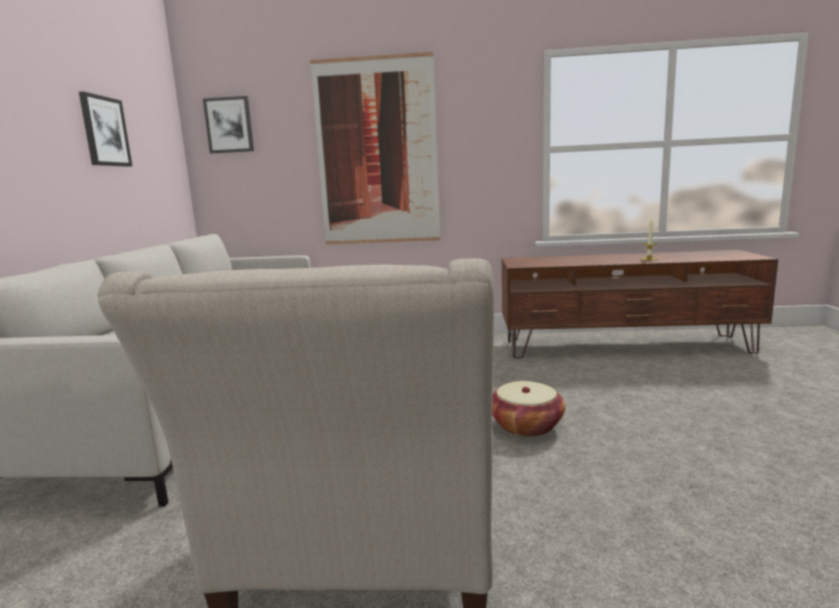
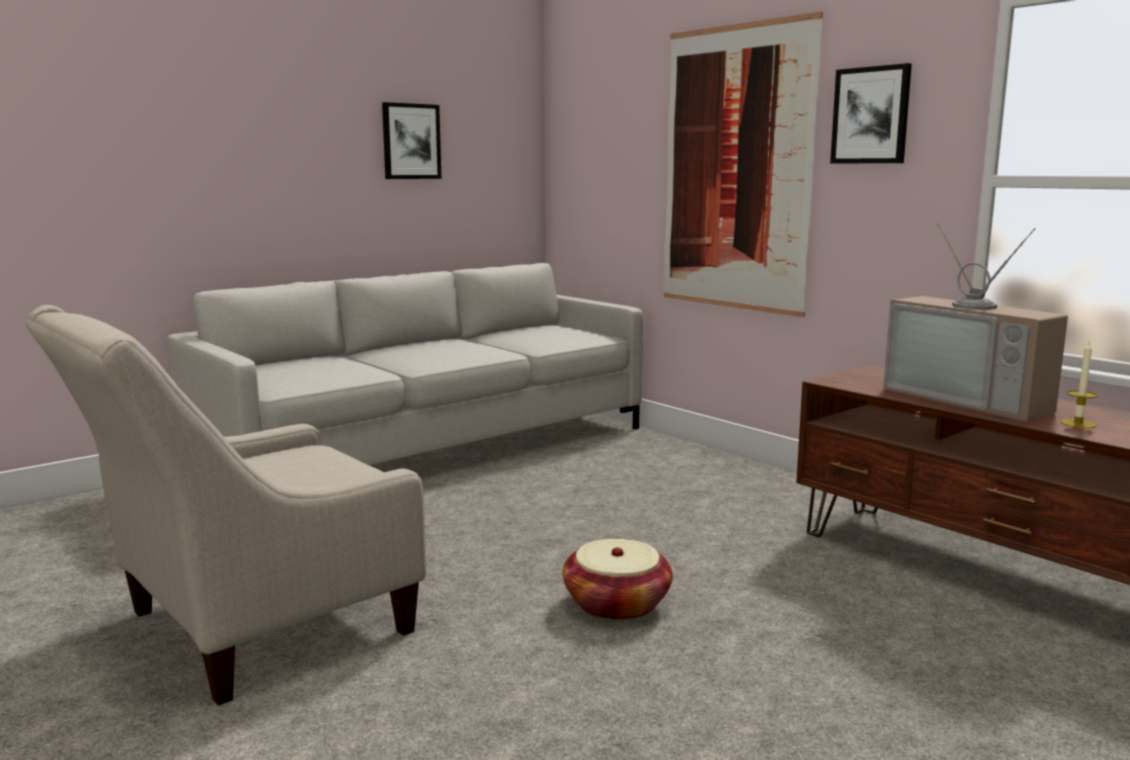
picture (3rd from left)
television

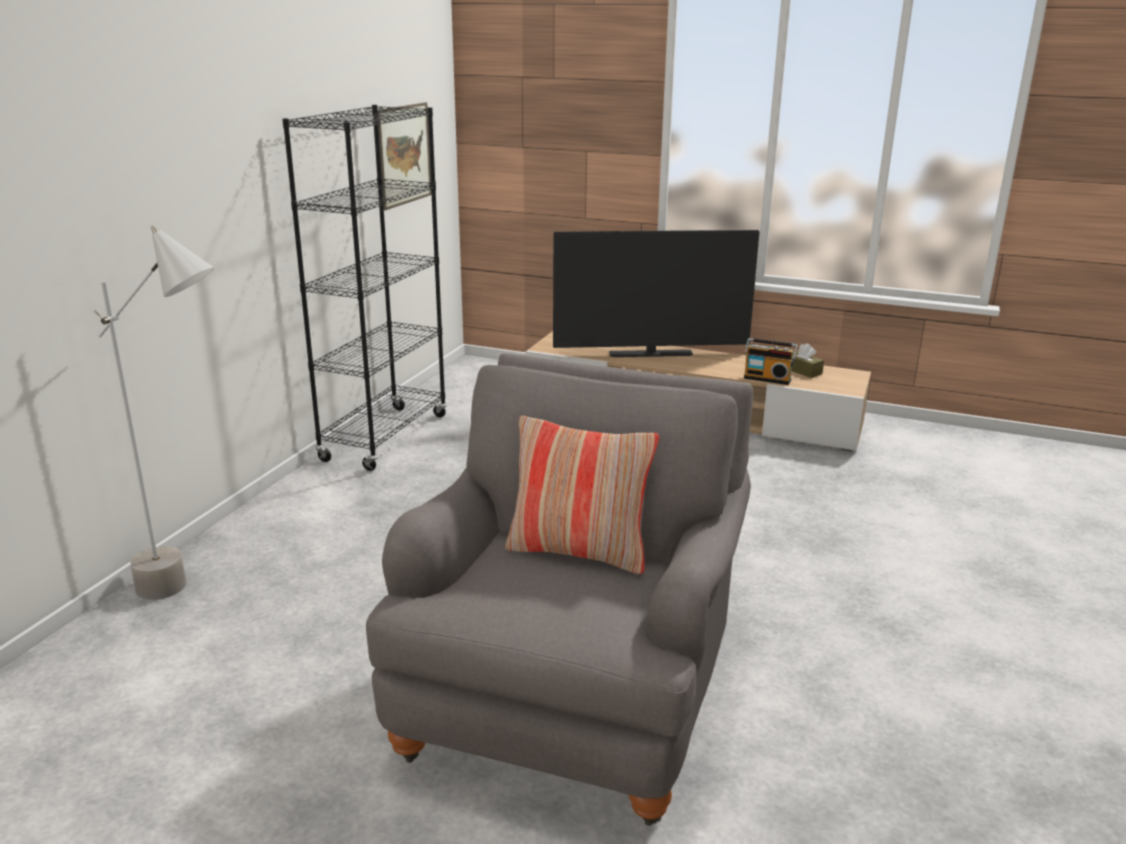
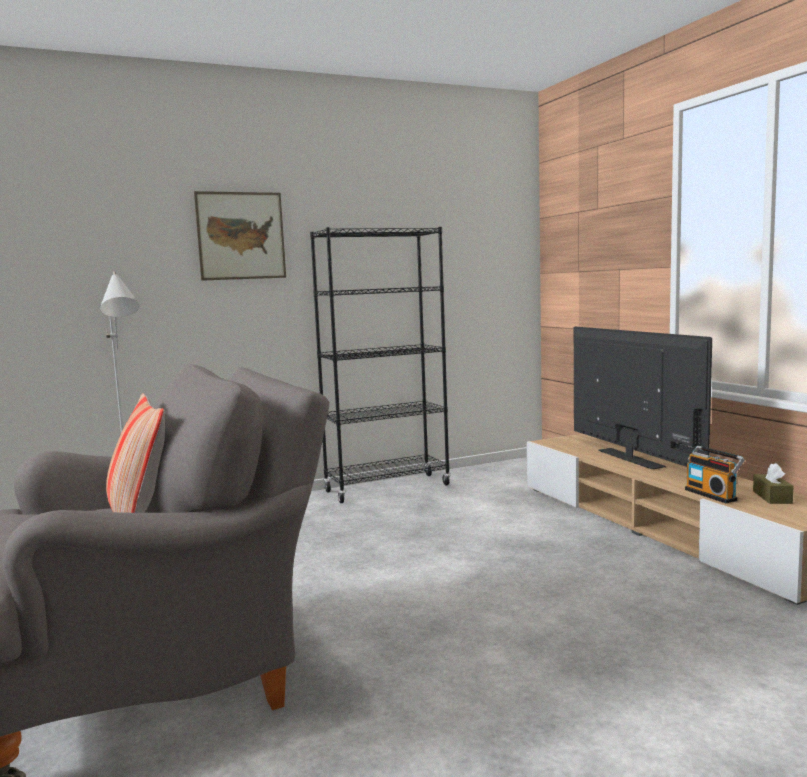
picture
television

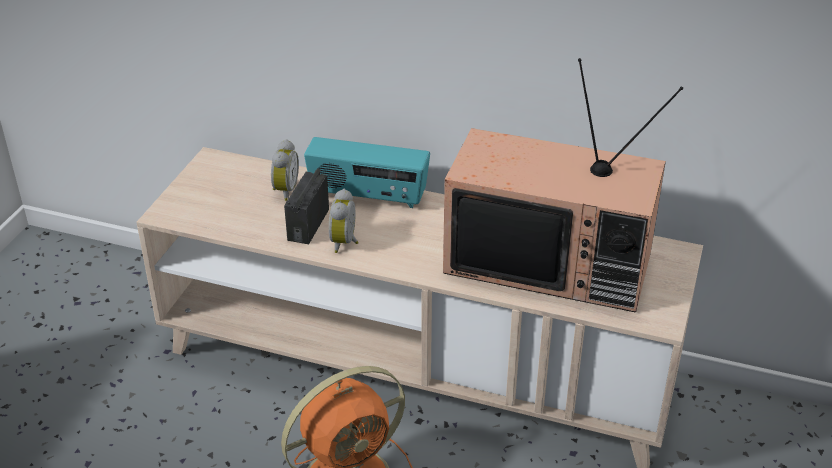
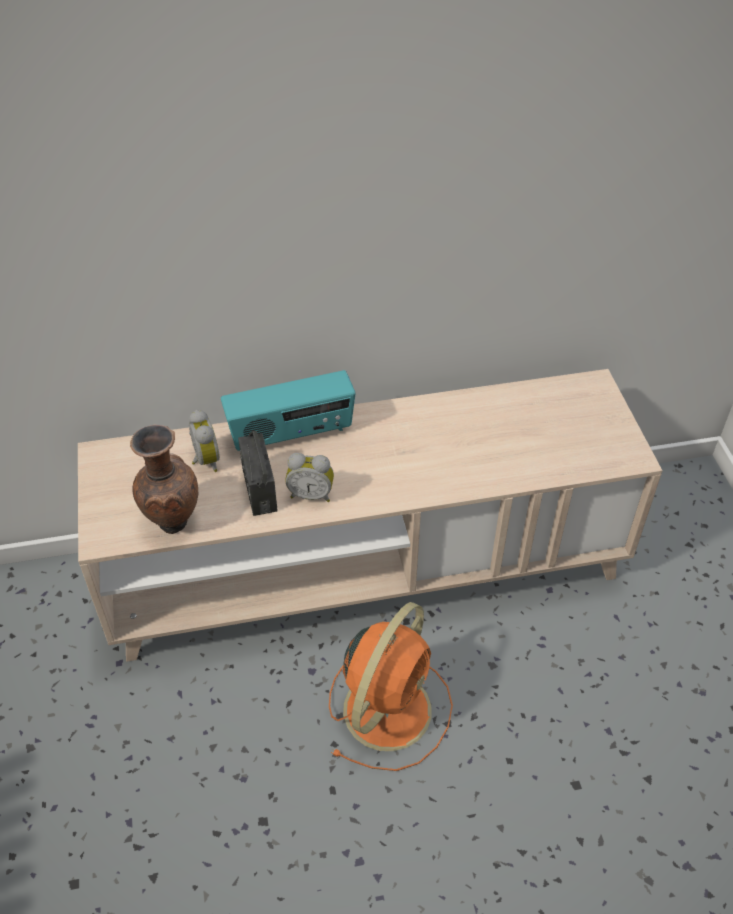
television
table clock (2nd from left)
brown-coloured vase

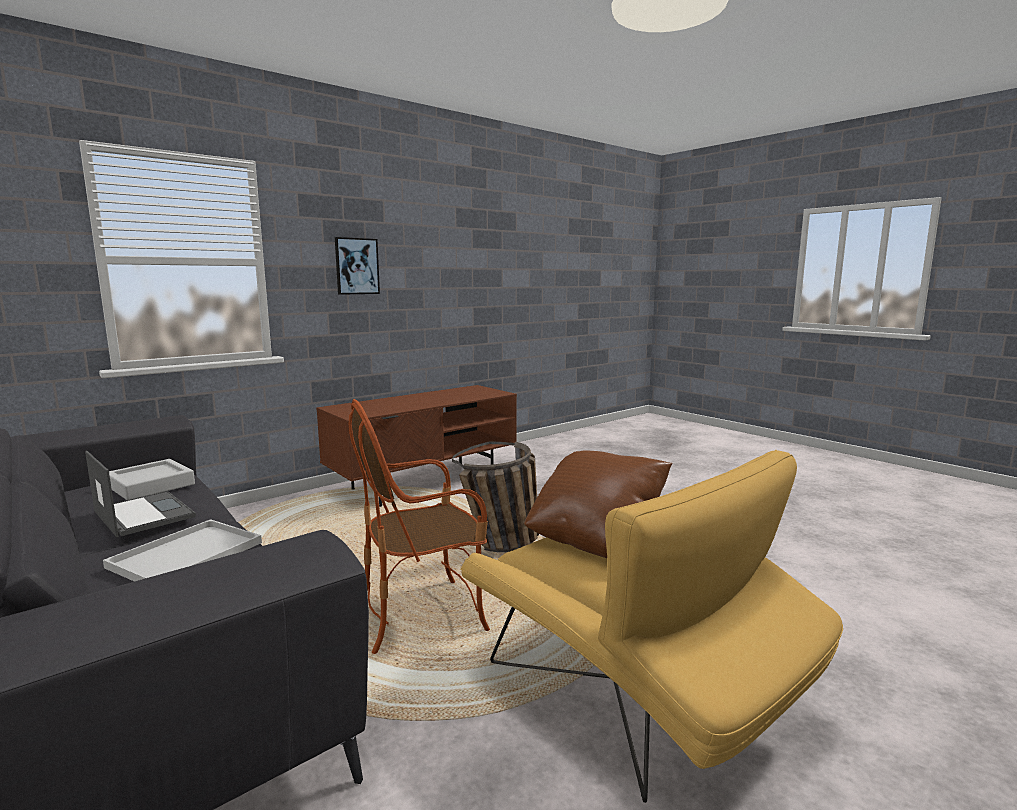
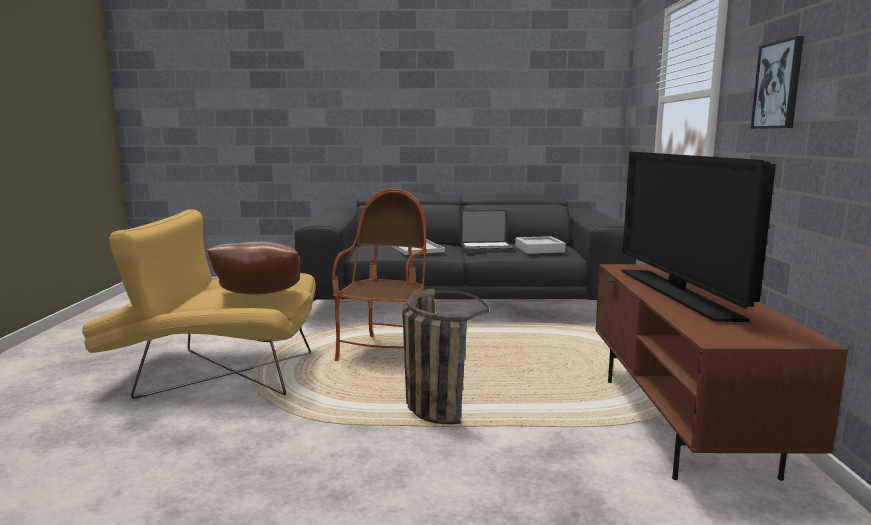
television

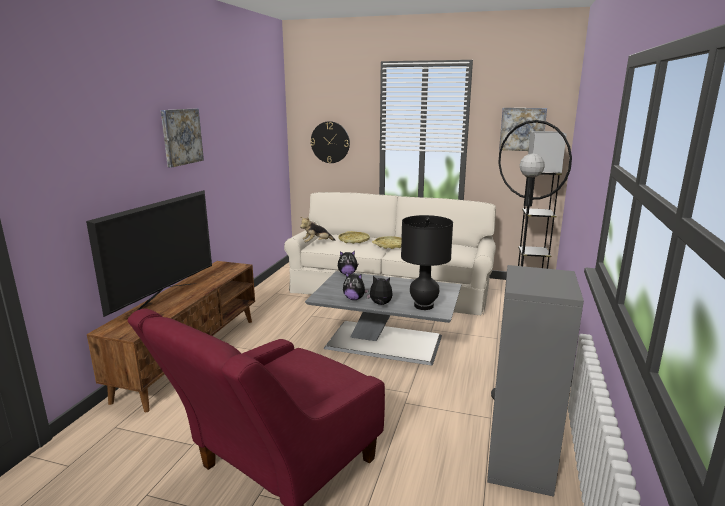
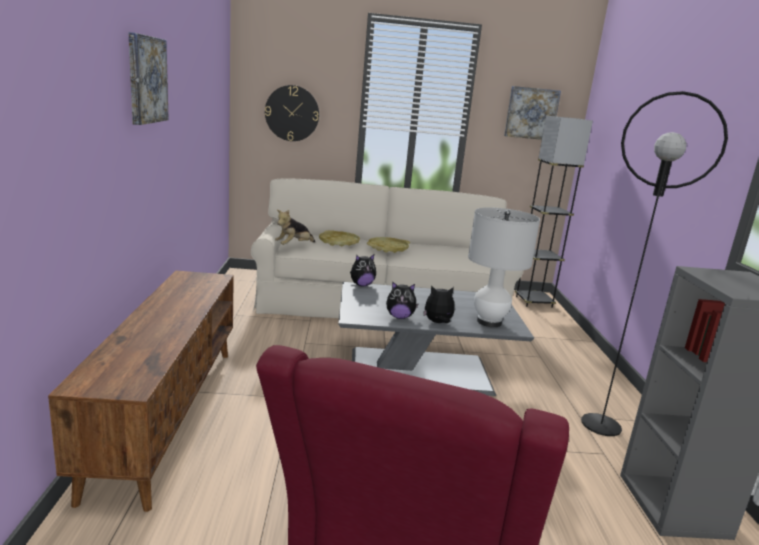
television
white lamp for a table

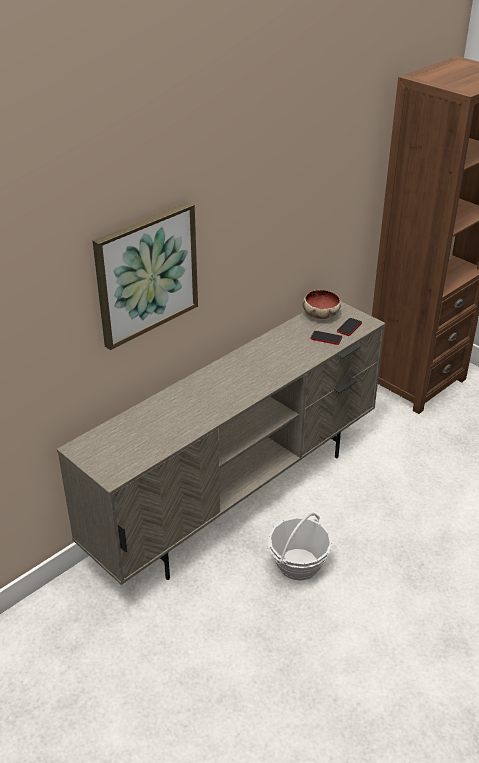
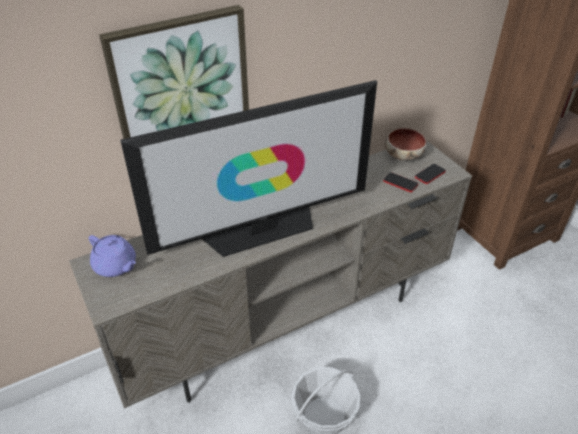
television
purplish teapot

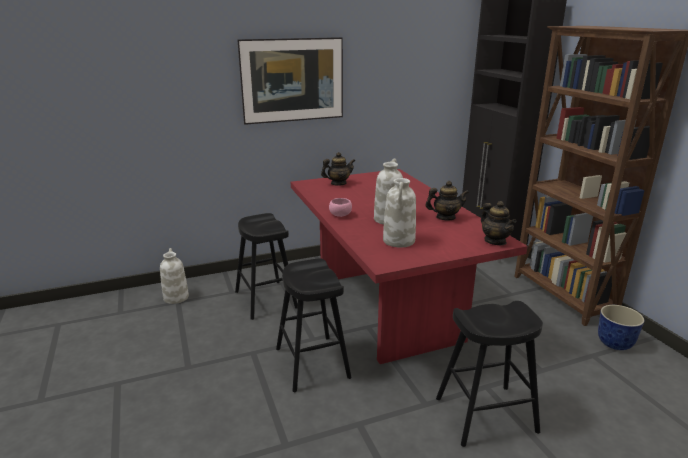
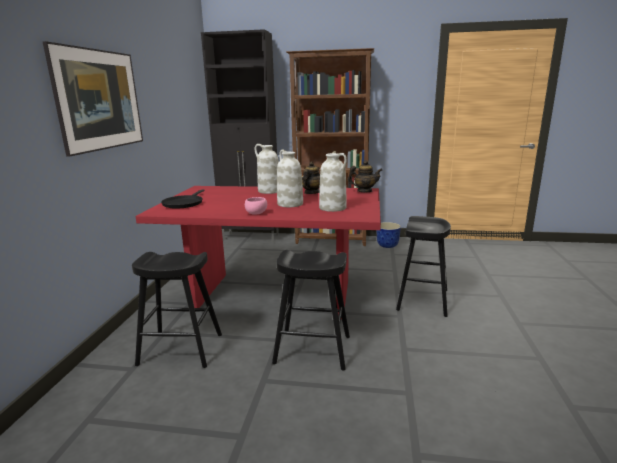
black frying pan
white vase (1st from left)

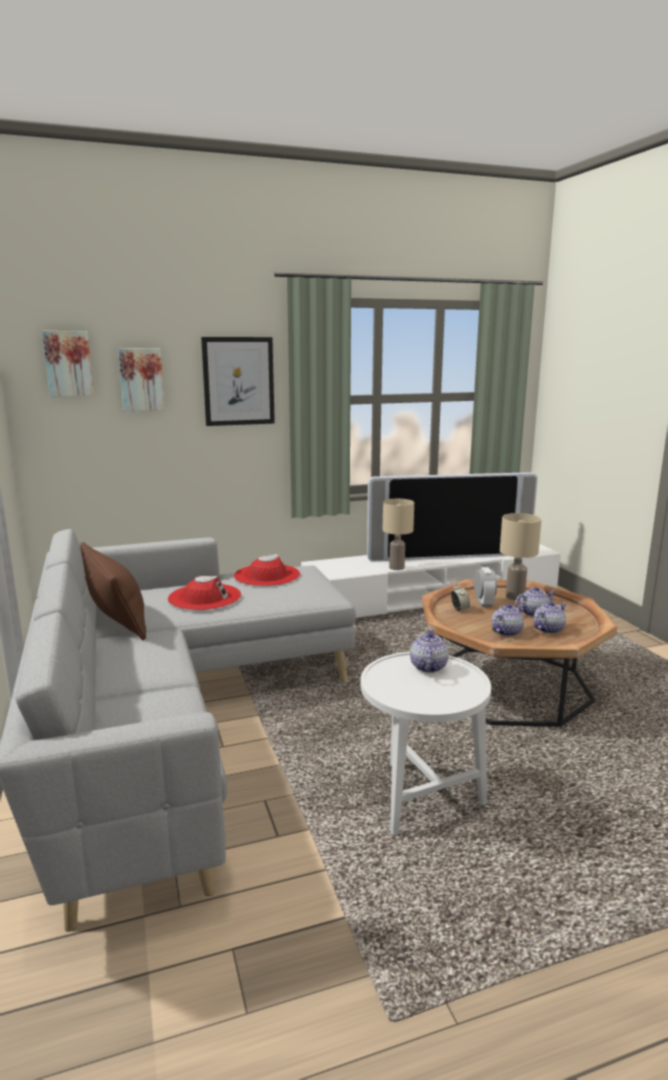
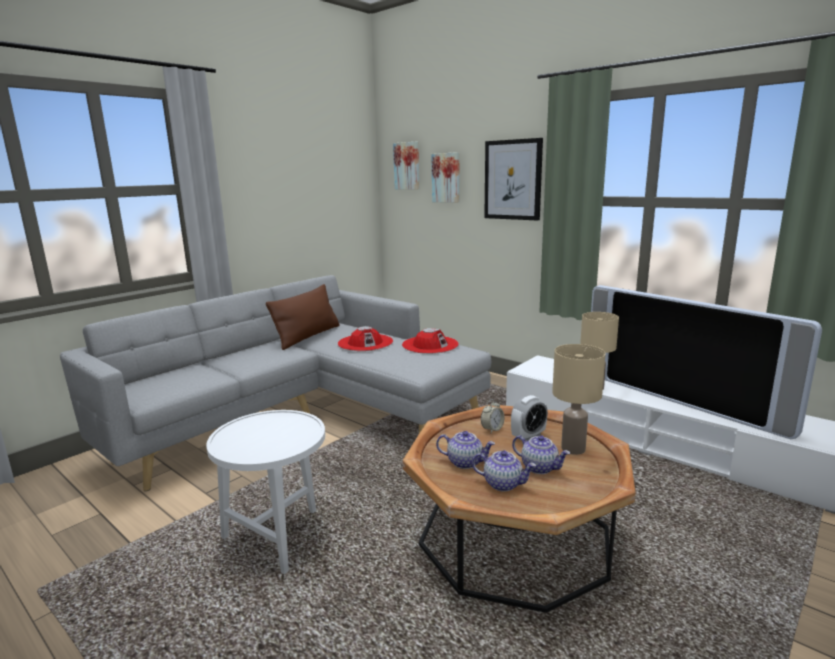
teapot (1st from left in the first image)

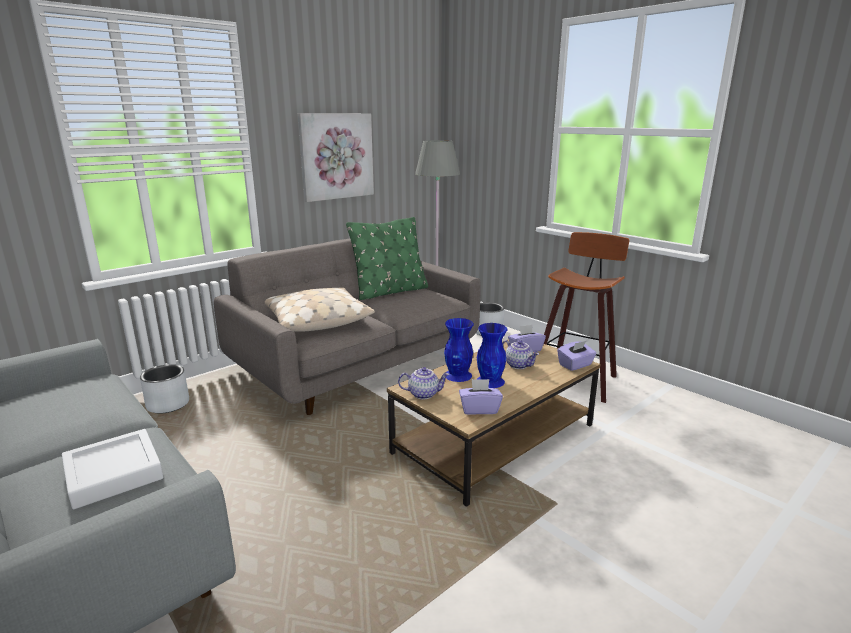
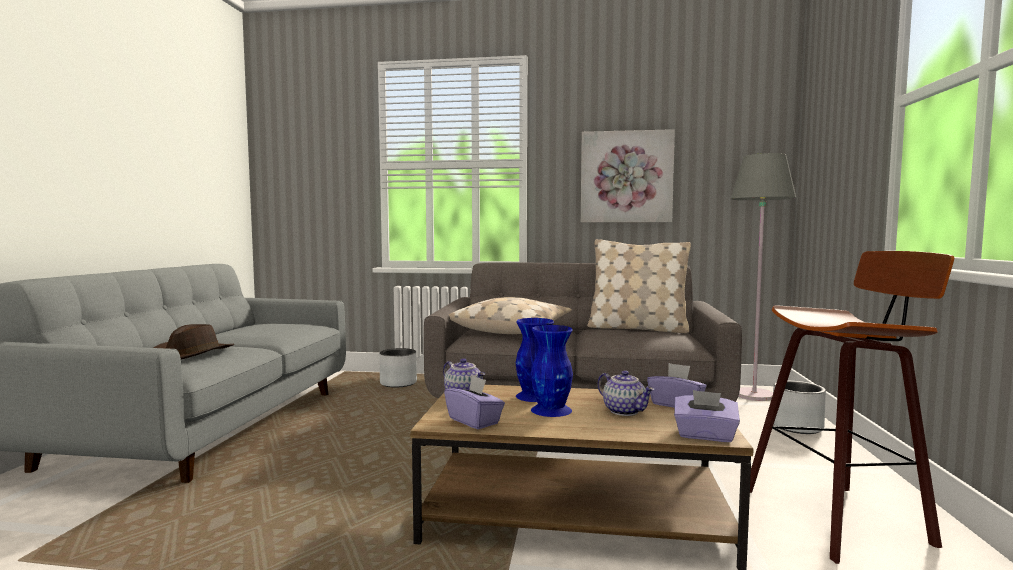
beige throw pillow (2nd from left)
teapot (2nd from left)
brown-coloured wearable hat

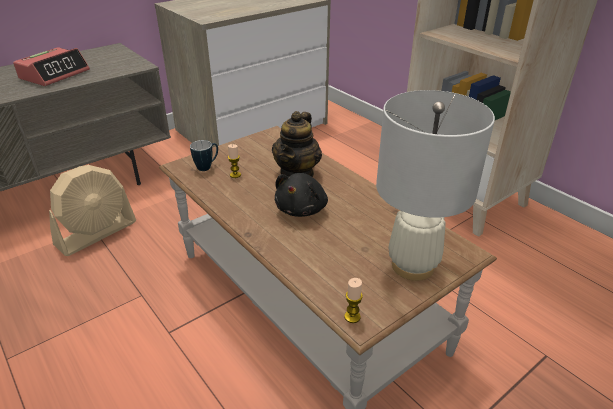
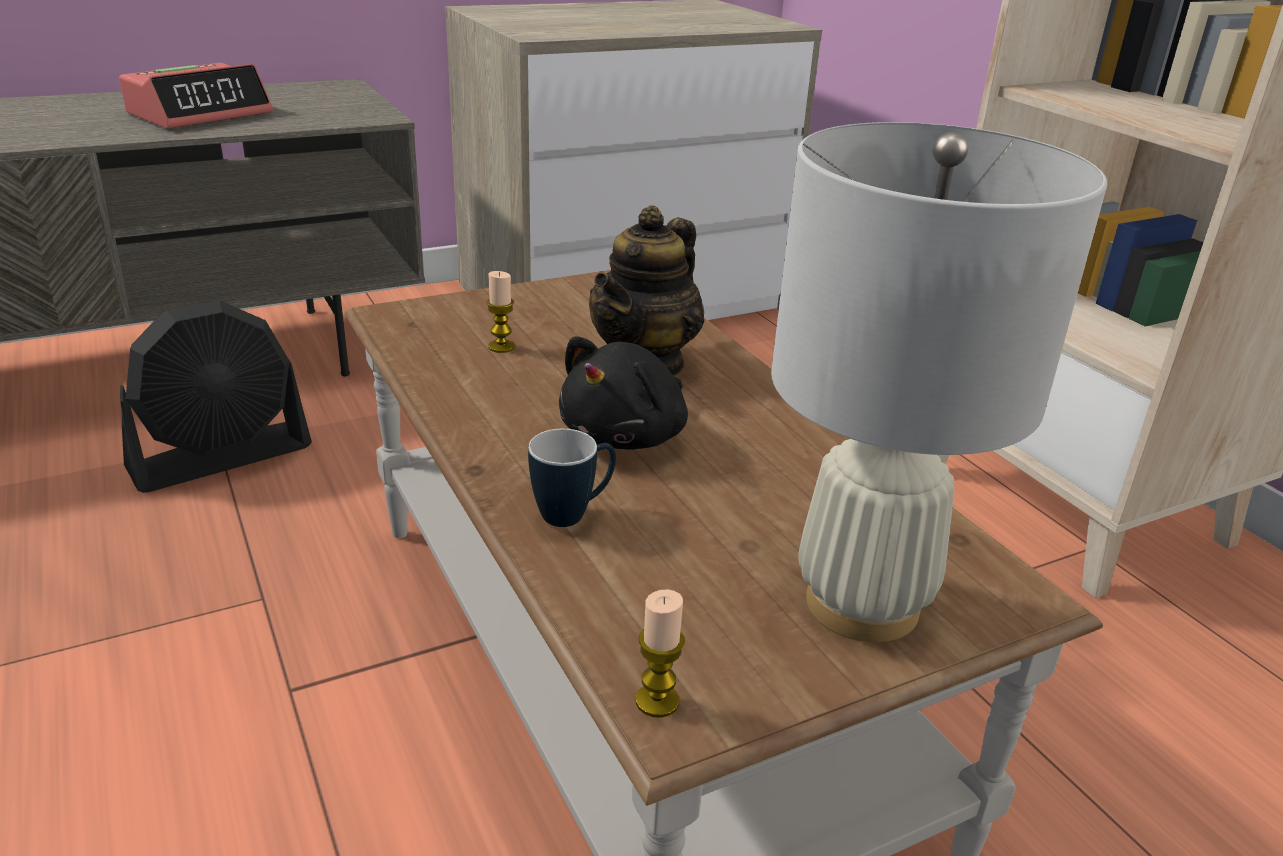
coffee mug
black fan

